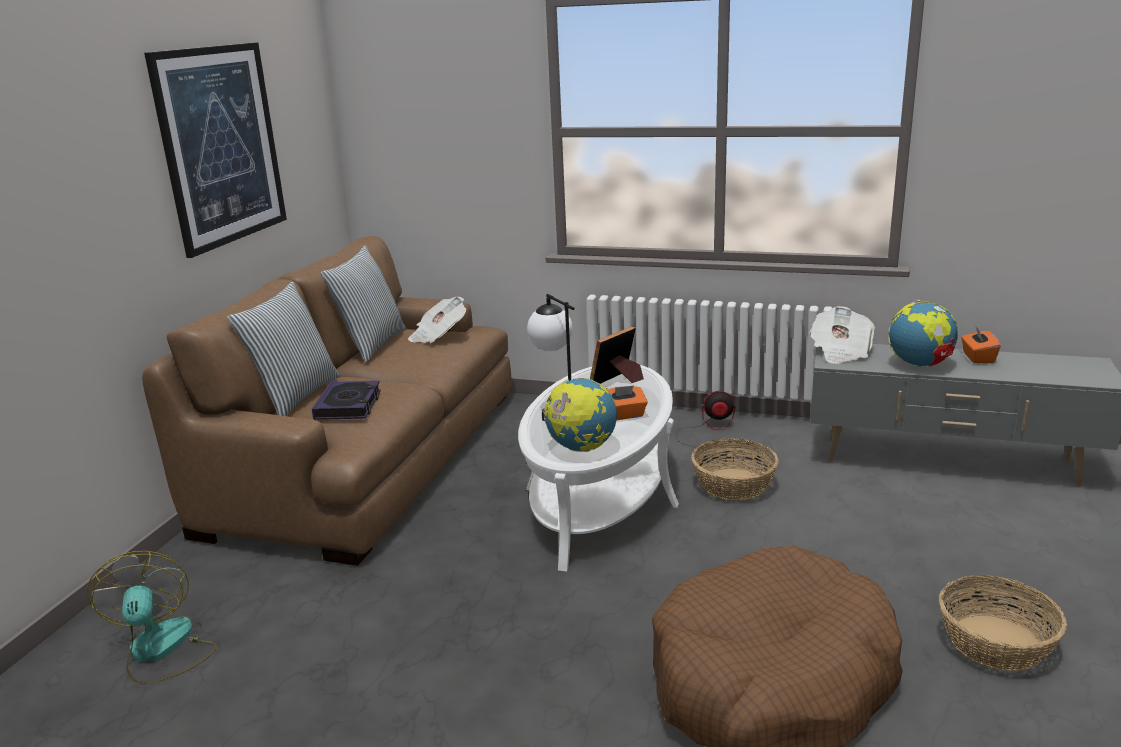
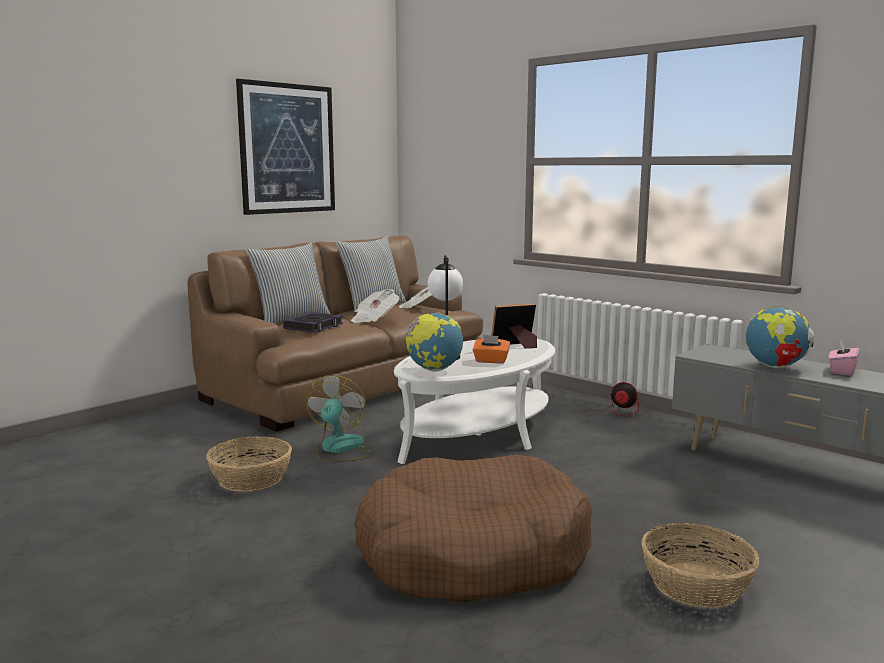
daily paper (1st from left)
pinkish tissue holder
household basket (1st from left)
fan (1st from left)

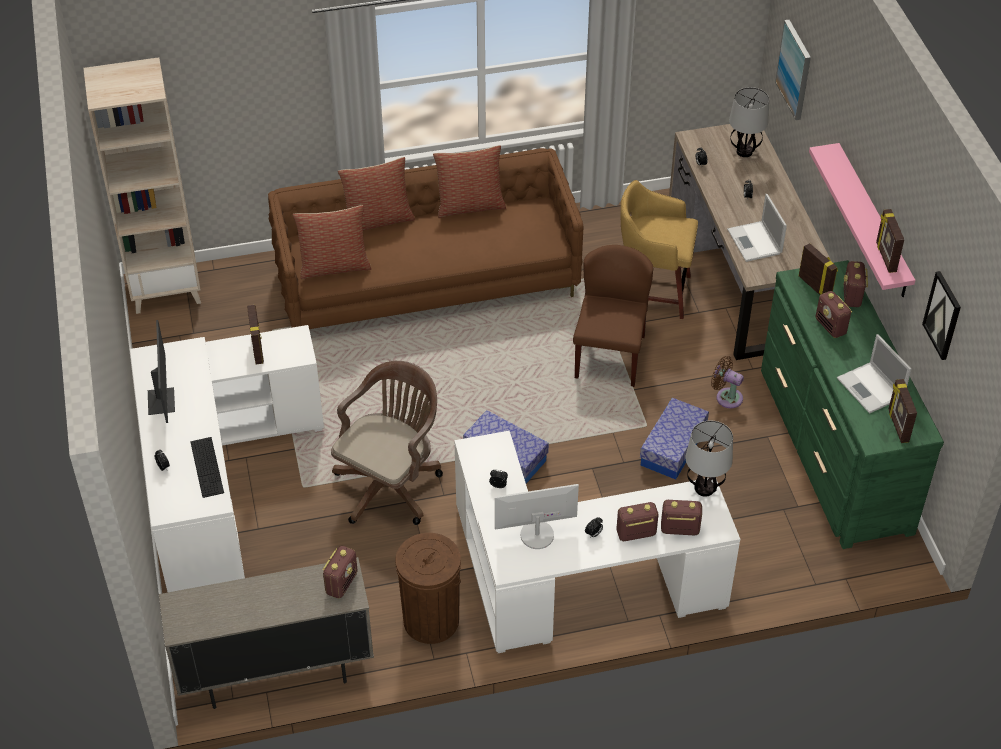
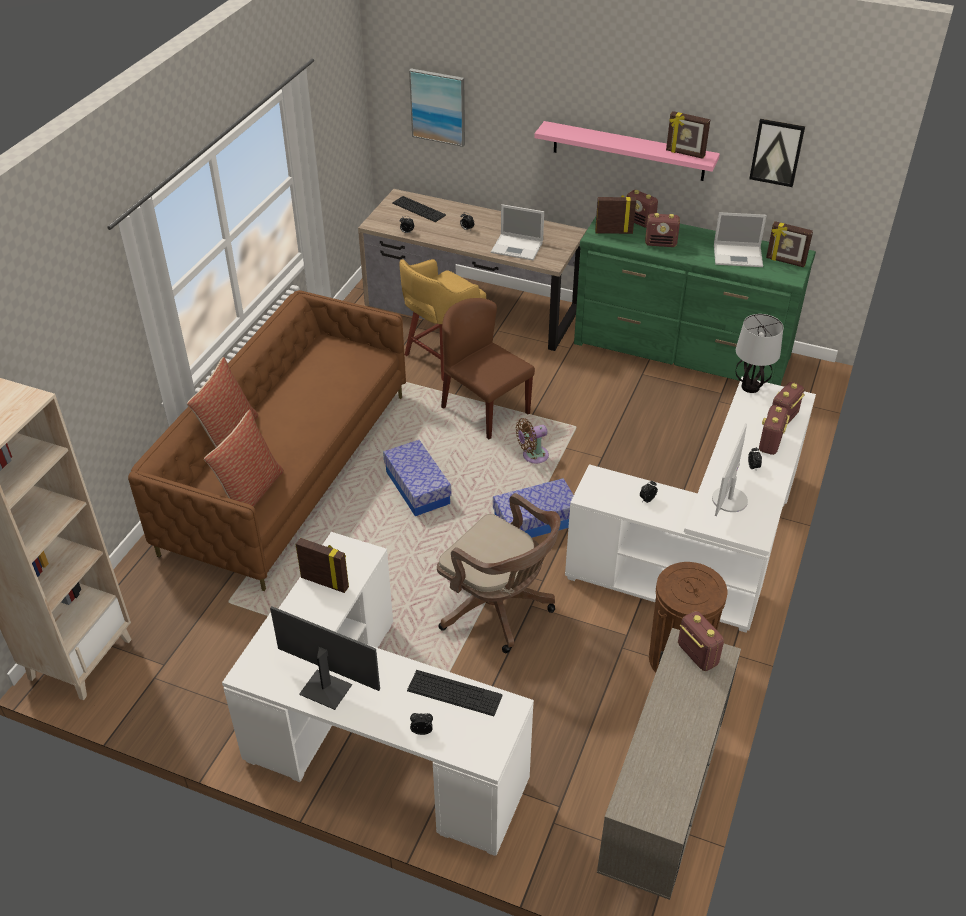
PC keyboard (1st from left)
throw pillow (3rd from left in the first image)
brown-coloured fan
brown-coloured computer chair
storage bin (1st from left)

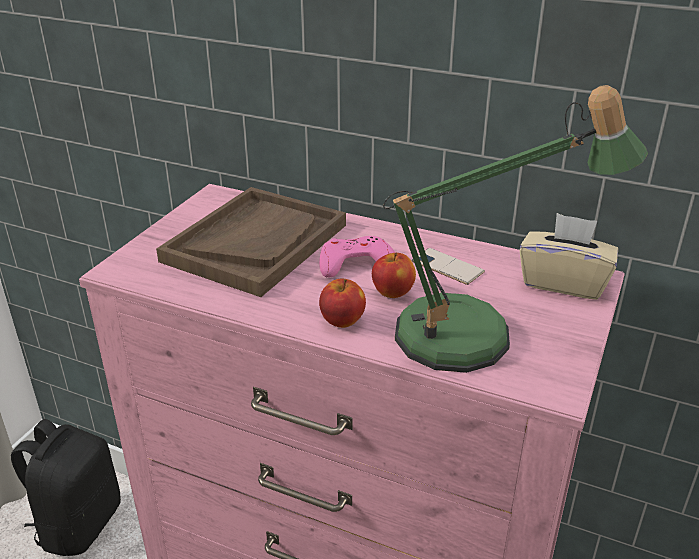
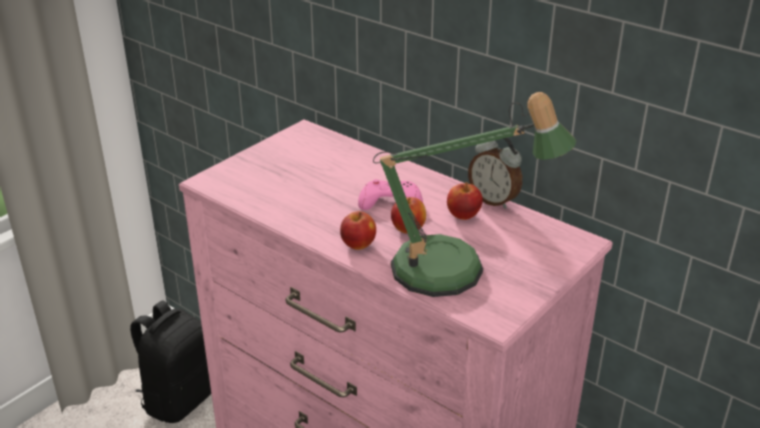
brown-coloured serving tray
beige tissue holder
apple fruit (3rd from left)
table clock

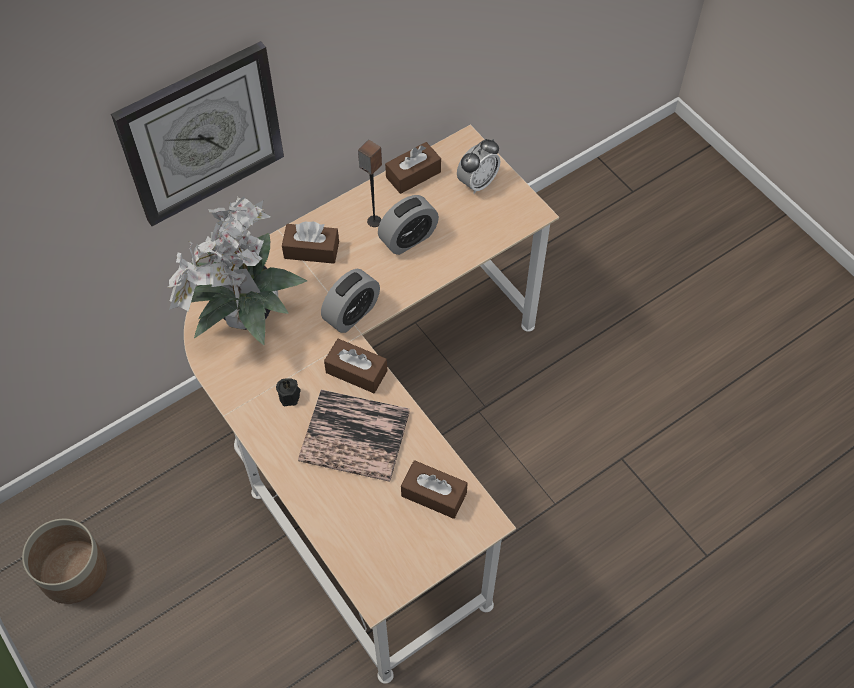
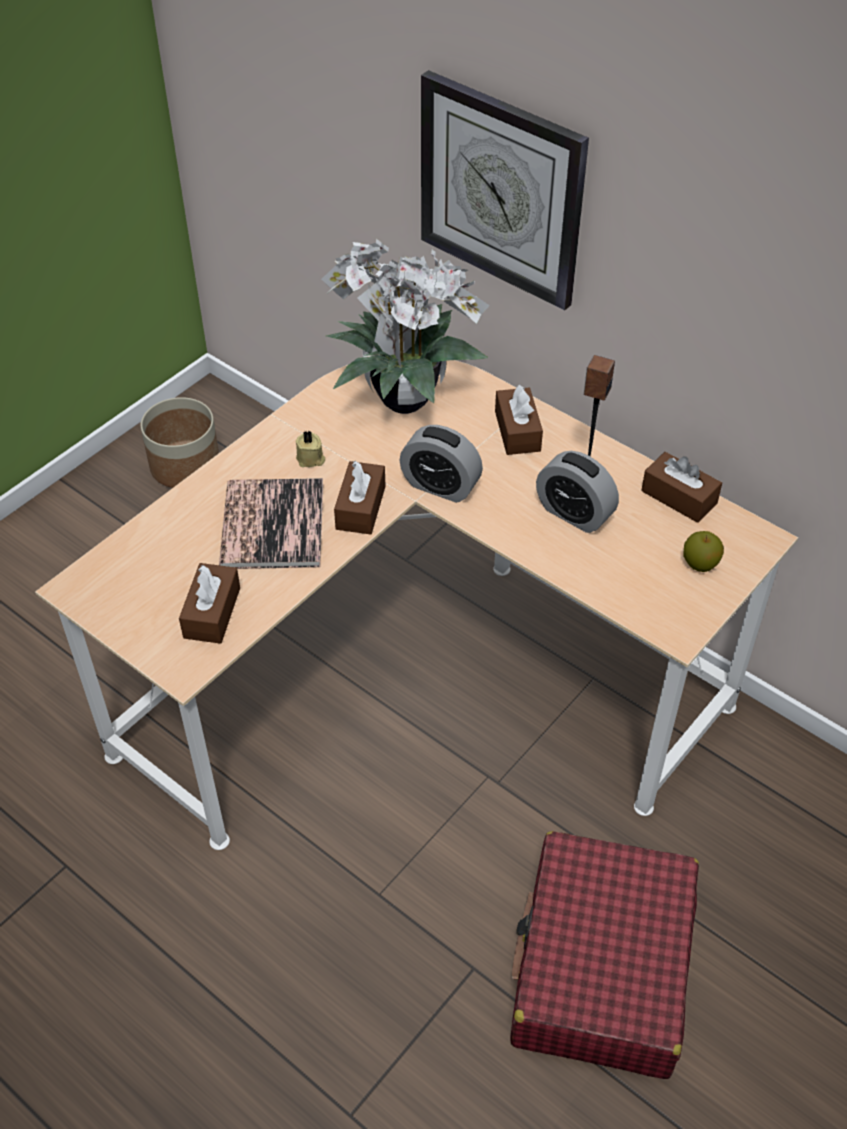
apple fruit
beige wax candle
red piece of luggage

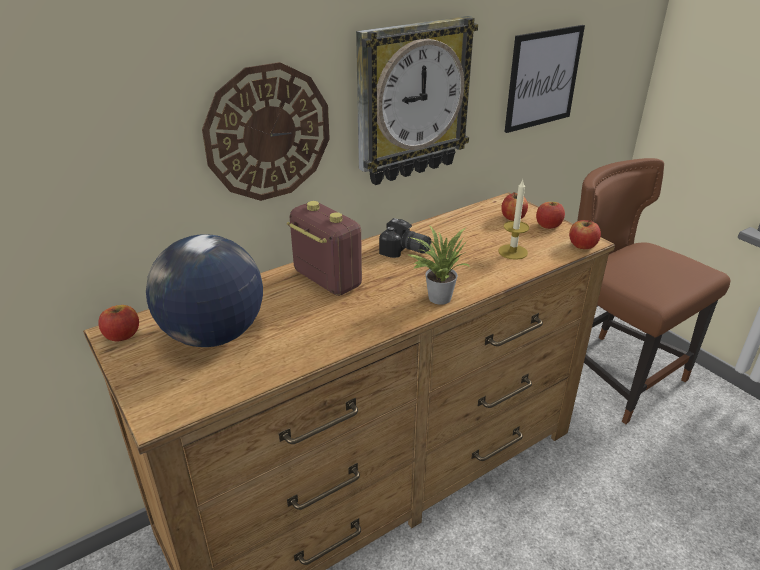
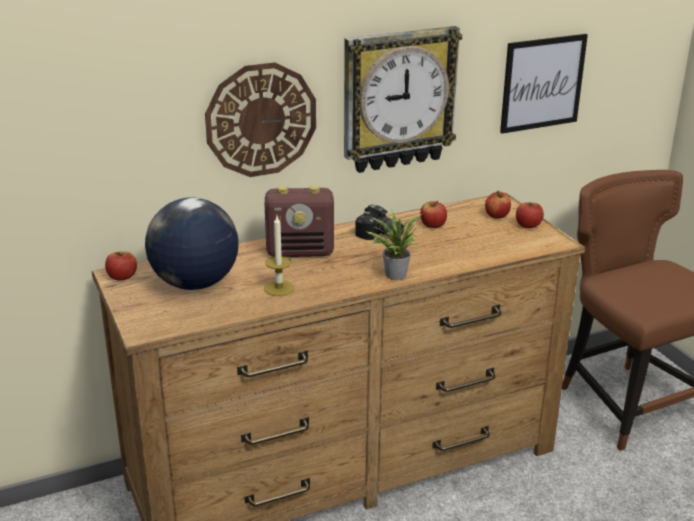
wax candle
radio
apple fruit (2nd from left)

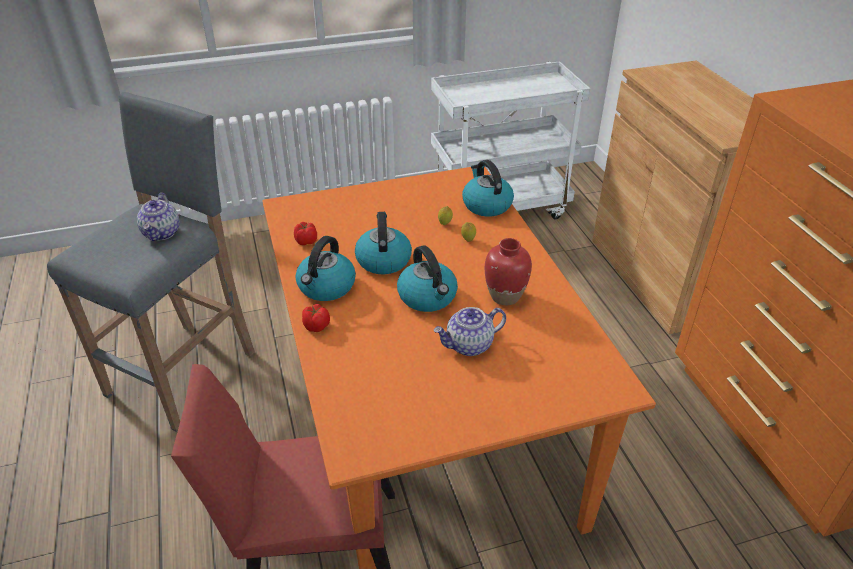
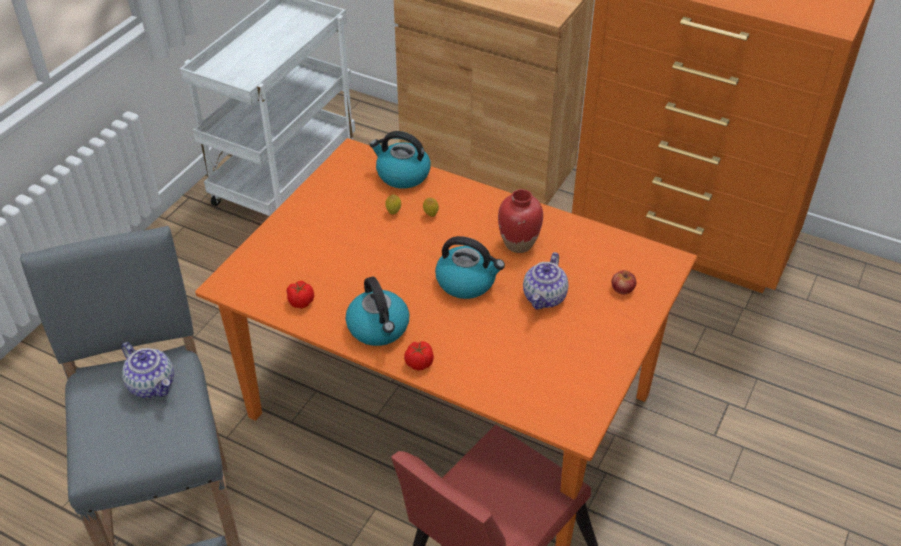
water kettle (2nd from left in the first image)
apple fruit

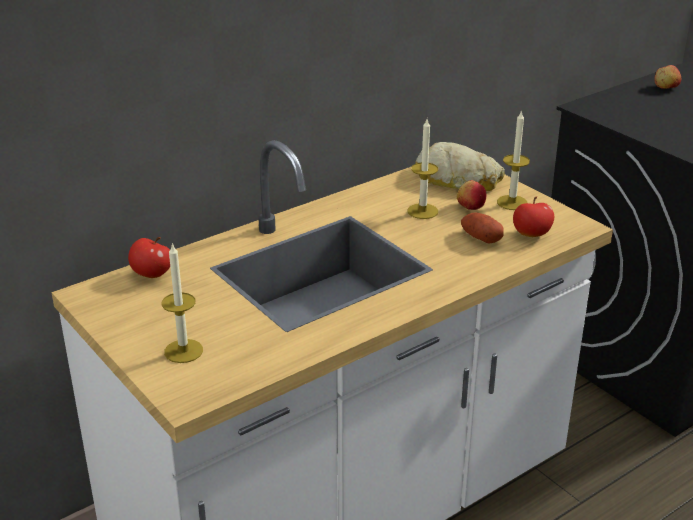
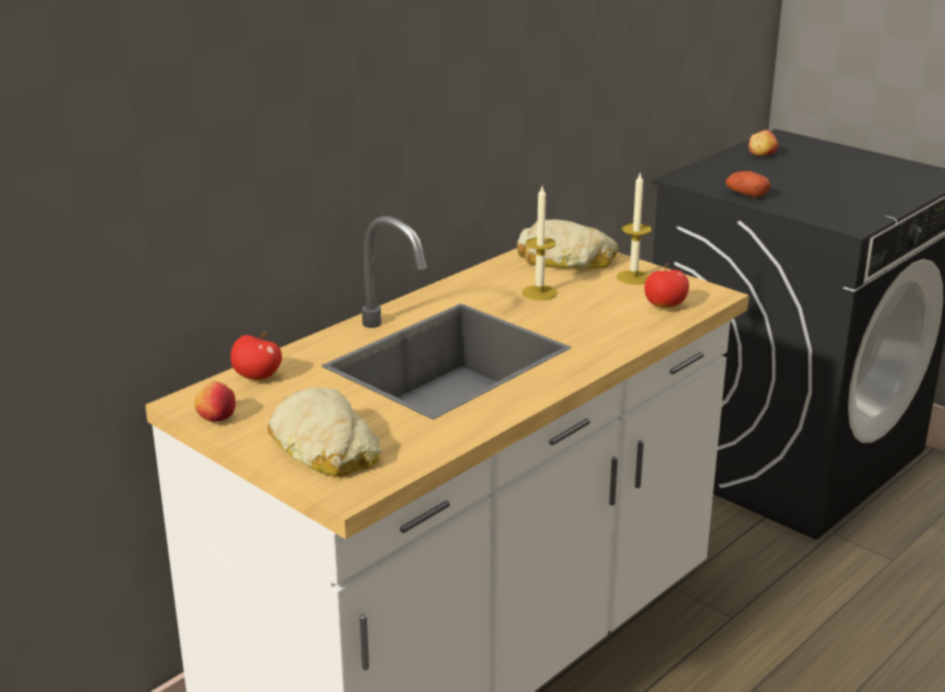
apple fruit (1st from left)
whole potato
bakery bread (1st from left)

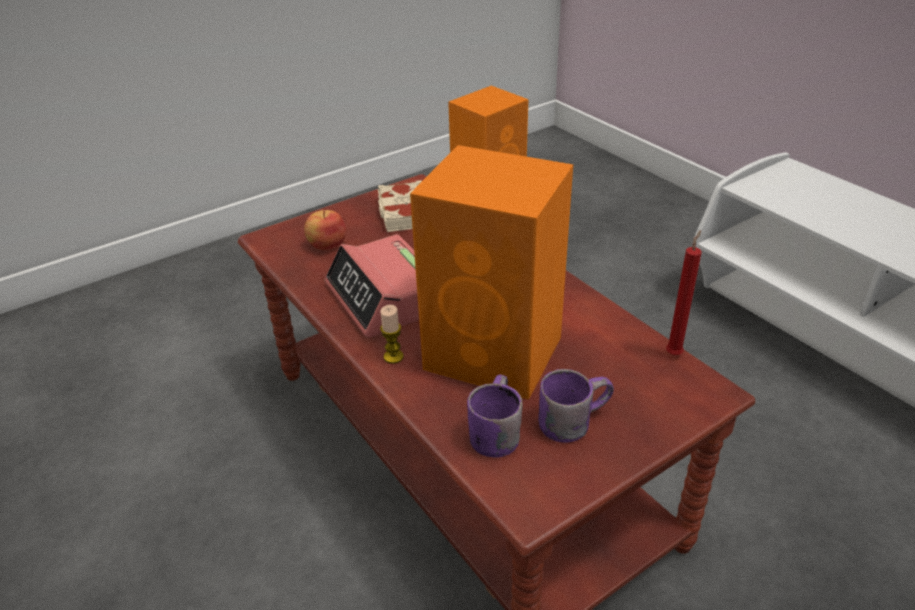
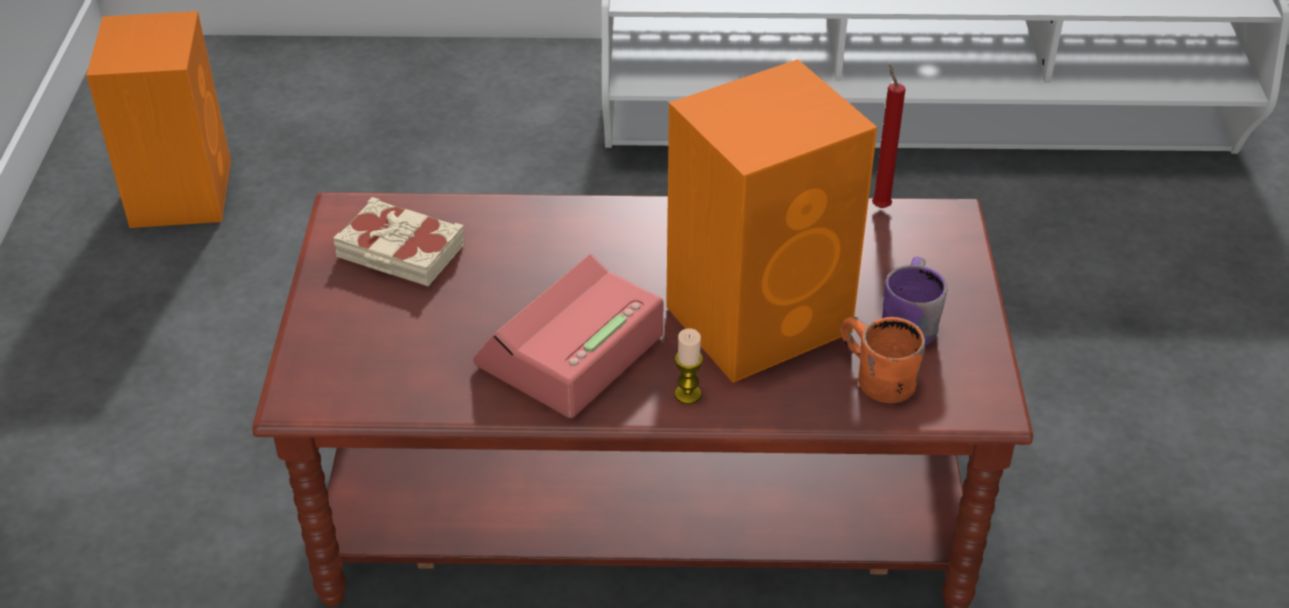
apple fruit
table clock
orange coffee mug

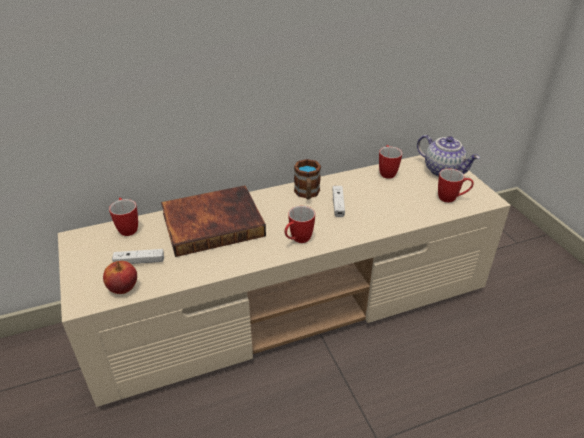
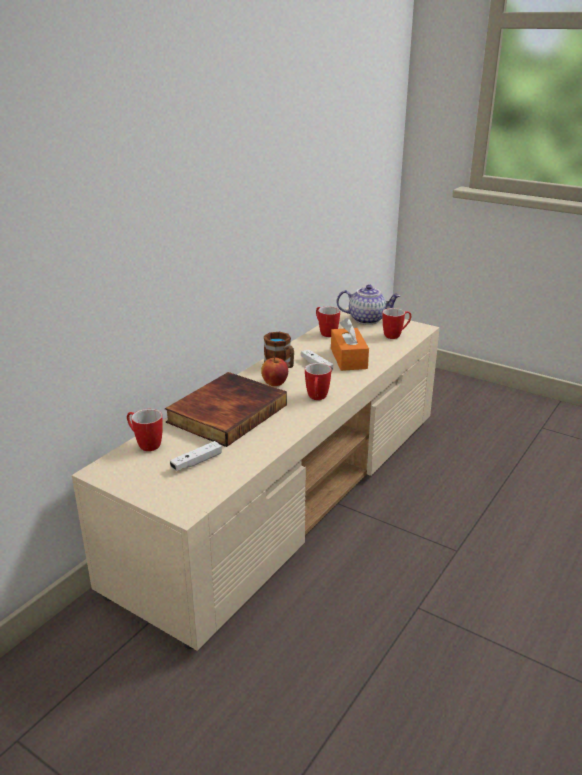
apple fruit
orange tissue holder

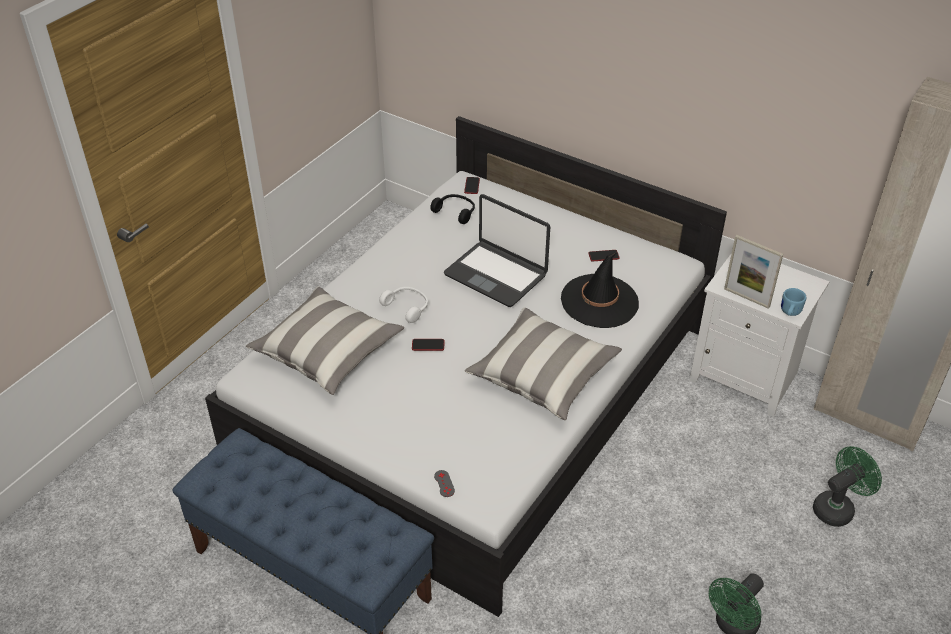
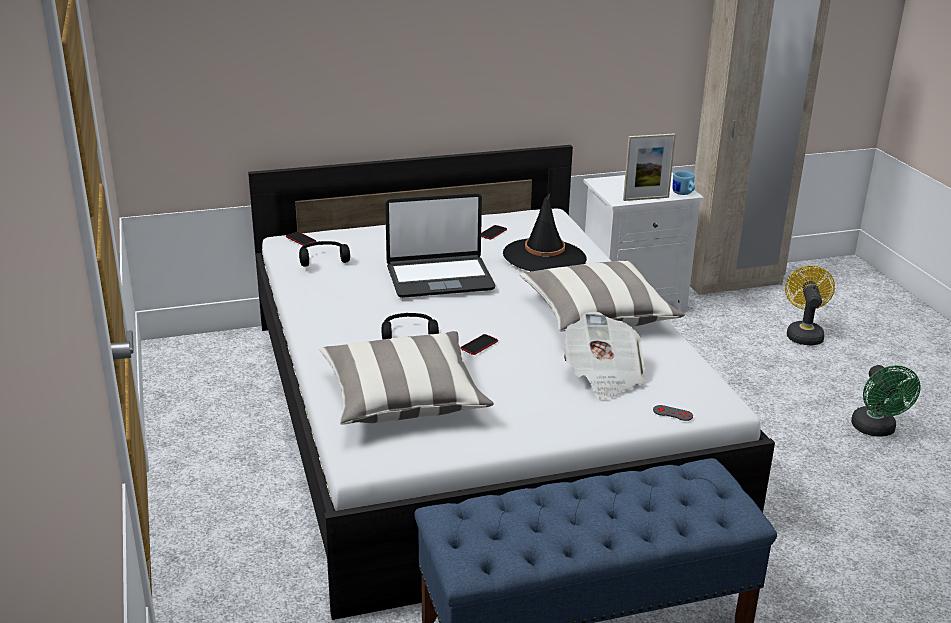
black headset (2nd from left)
yellowish fan
daily paper

